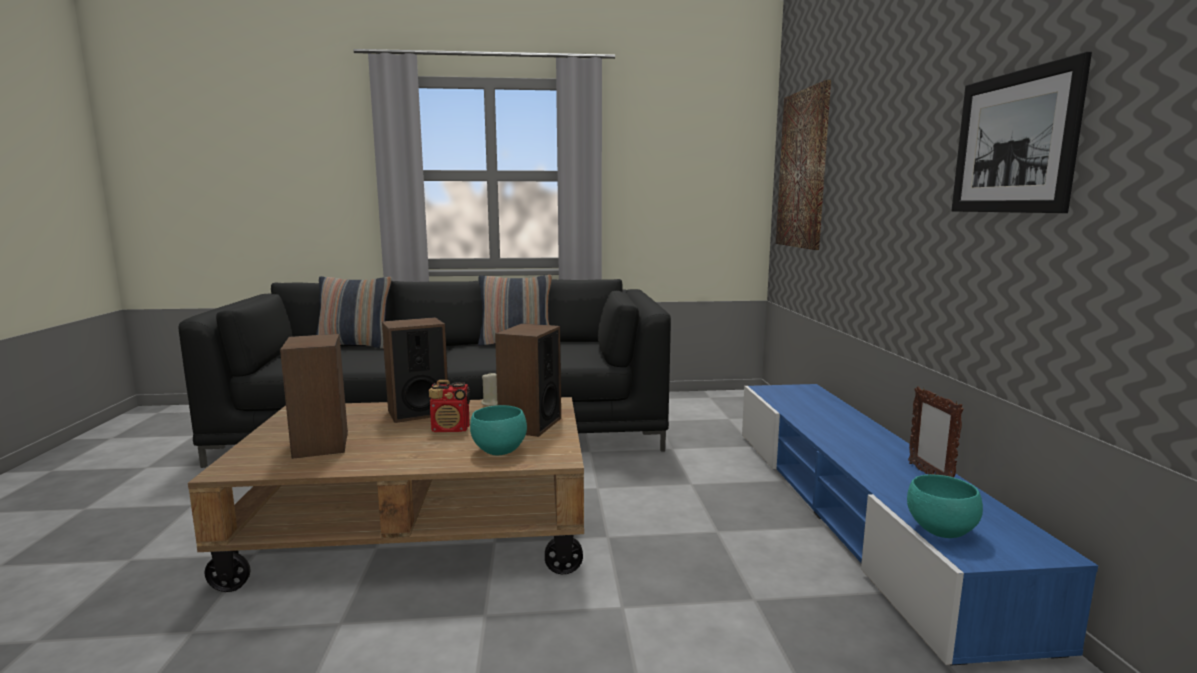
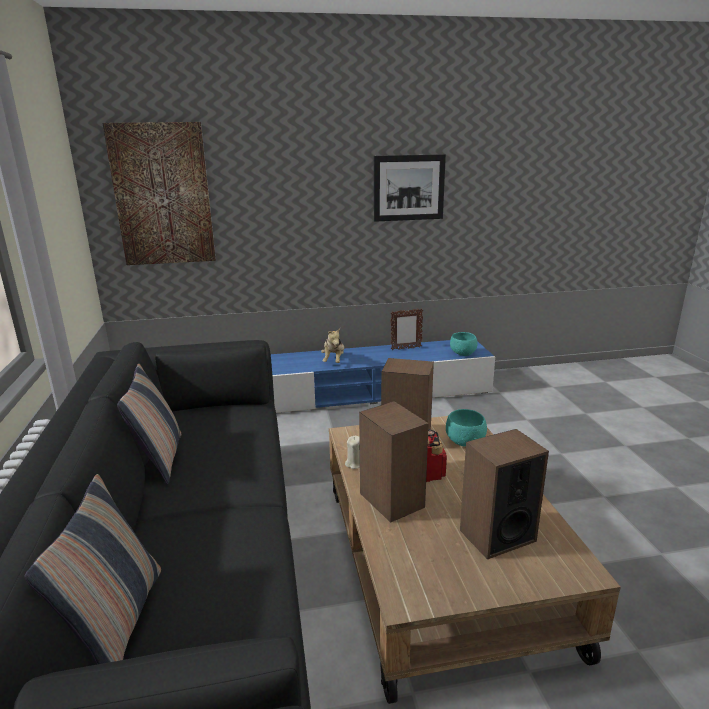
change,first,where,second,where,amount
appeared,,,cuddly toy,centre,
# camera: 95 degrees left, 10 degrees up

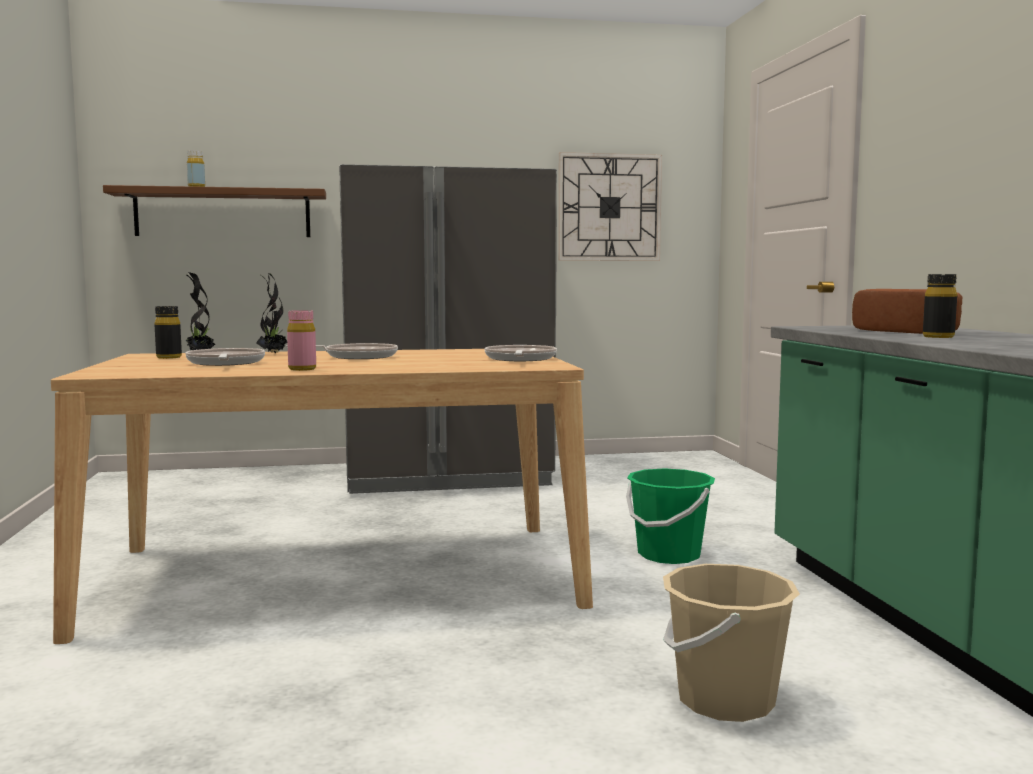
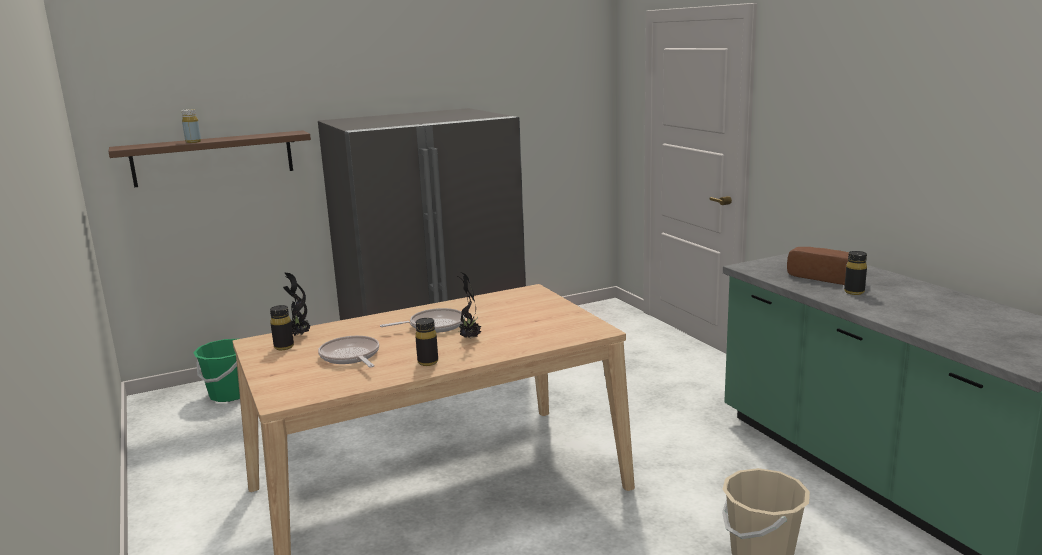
change,first,where,second,where,amount
relocated,plant in a pot (no. 2 from left),middle left,,centre,
colour,drink bottle (pink),middle left,drink bottle (black-coloured) (no. 2 from left),centre,
missing,skillet (no. 3 from left),centre,,,
missing,hanging clock,top centre,,,
relocated,pail (green-coloured),bottom centre,,bottom left,
# camera: 15 degrees left, 10 degrees up

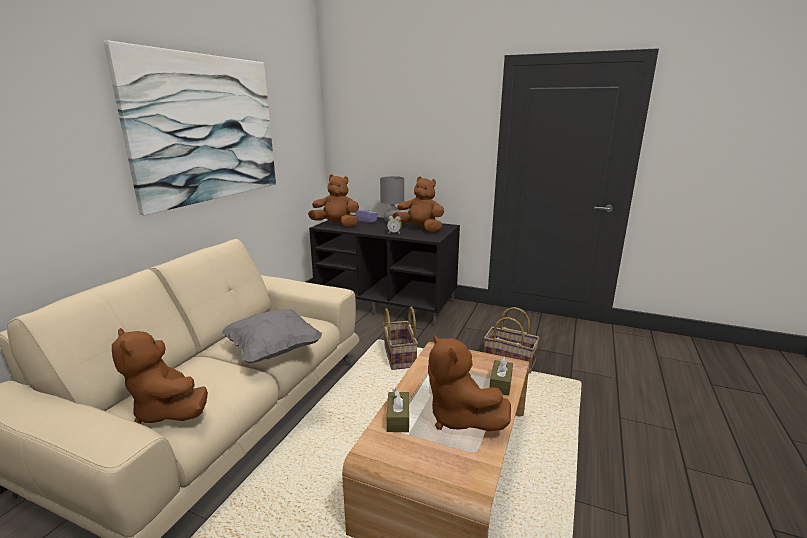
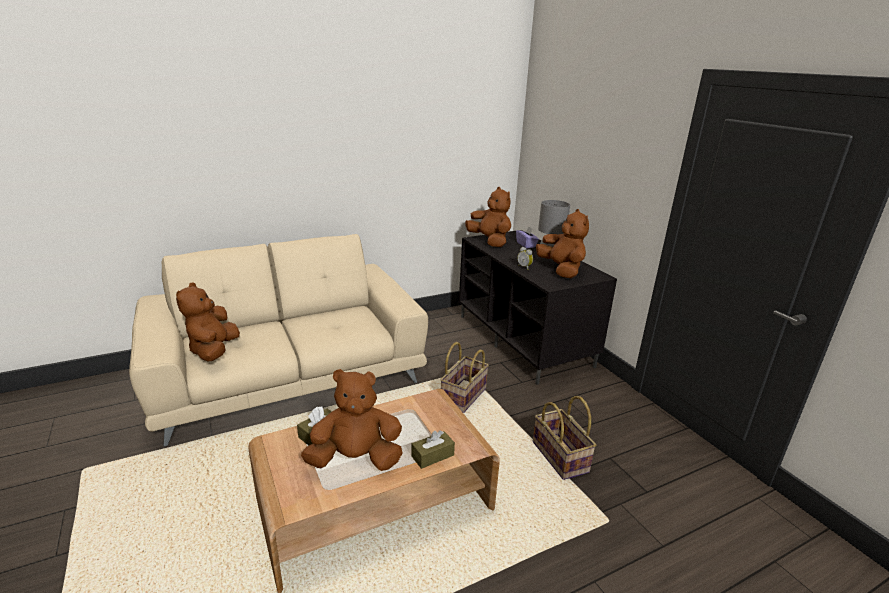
change,first,where,second,where,amount
missing,wall art,top left,,,
missing,throw pillow (gray),centre,,,
spun,cuddly toy (brown) (no. 4 from left in the first image),bottom centre,cuddly toy (brown) (no. 2 from left),bottom centre,75 degrees clockwise
# camera: 40 degrees right, 5 degrees up

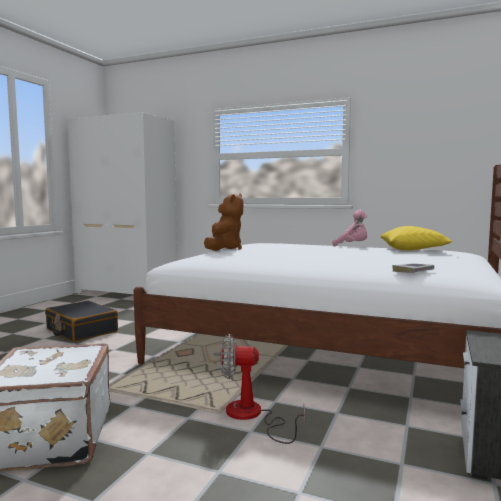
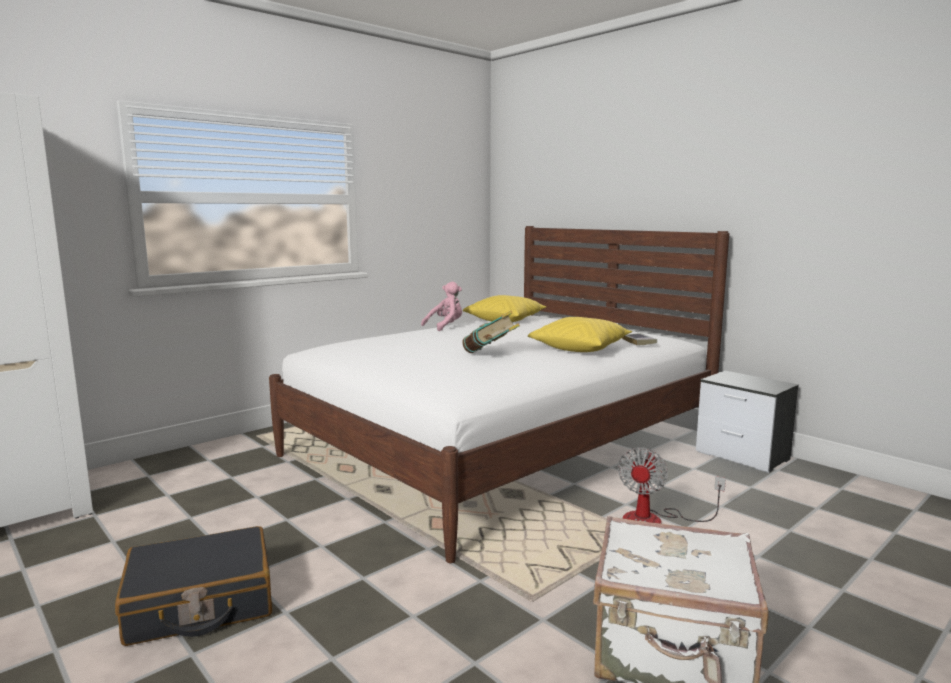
change,first,where,second,where,amount
missing,cuddly toy (brown),centre,,,
appeared,,,volume (no. 1 from left),centre,
appeared,,,throw pillow (yellow) (no. 2 from left),centre,
# camera: 65 degrees left, 5 degrees up

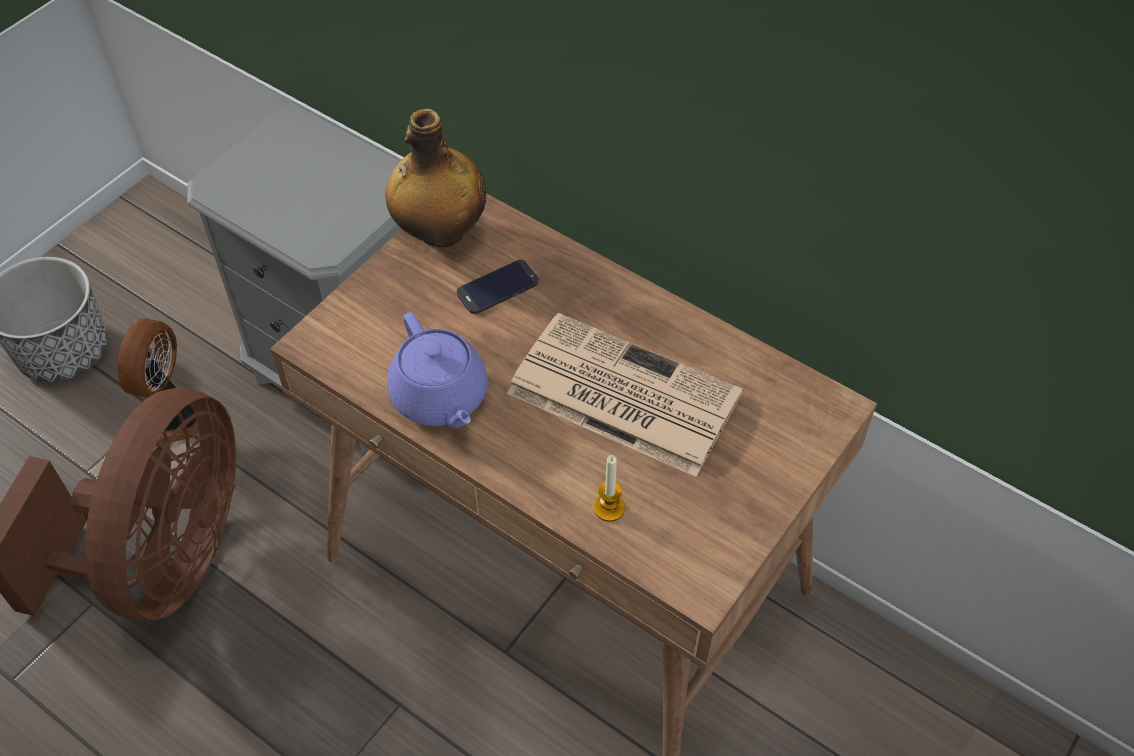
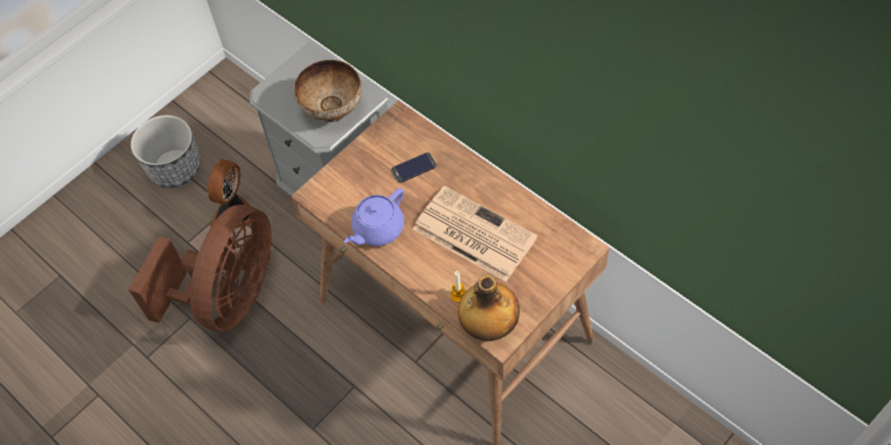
change,first,where,second,where,amount
relocated,drink bottle,top centre,,bottom centre,
spun,tea pot (purple-coloured),centre,,centre,60 degrees clockwise
appeared,,,serving bowl,top centre,
# camera: 10 degrees right, 5 degrees up

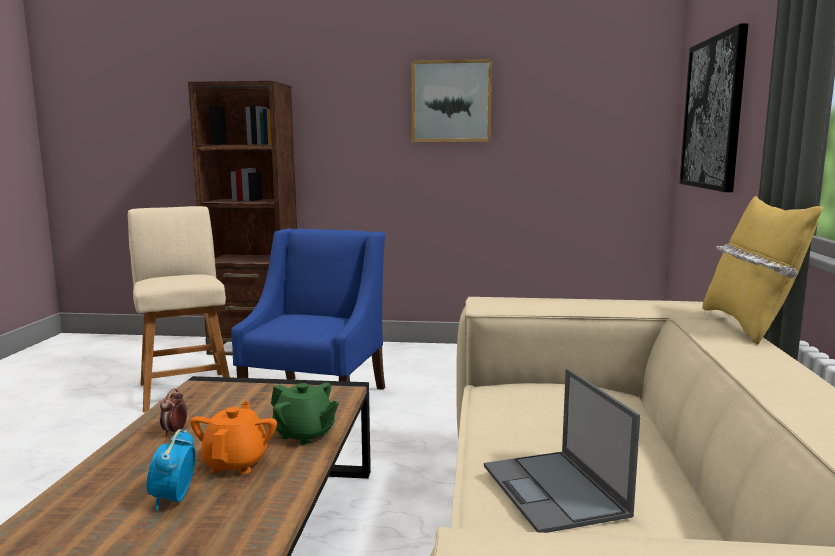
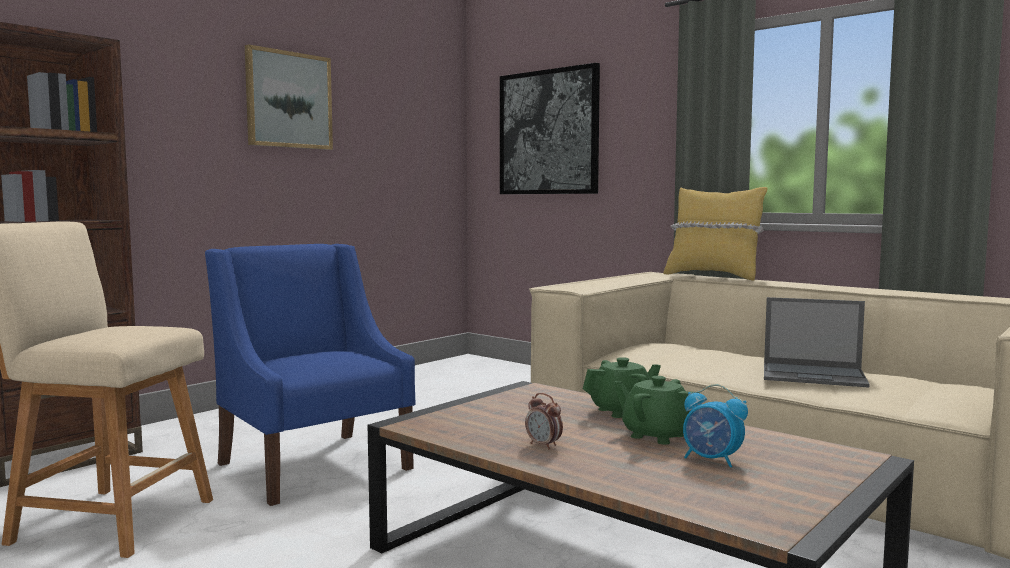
change,first,where,second,where,amount
colour,tea pot (orange),bottom left,tea pot (green-coloured) (no. 2 from left),bottom centre,
# camera: 55 degrees left, 5 degrees down

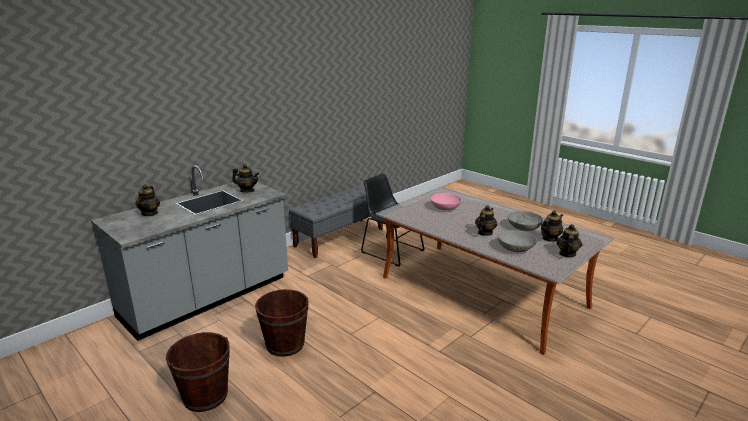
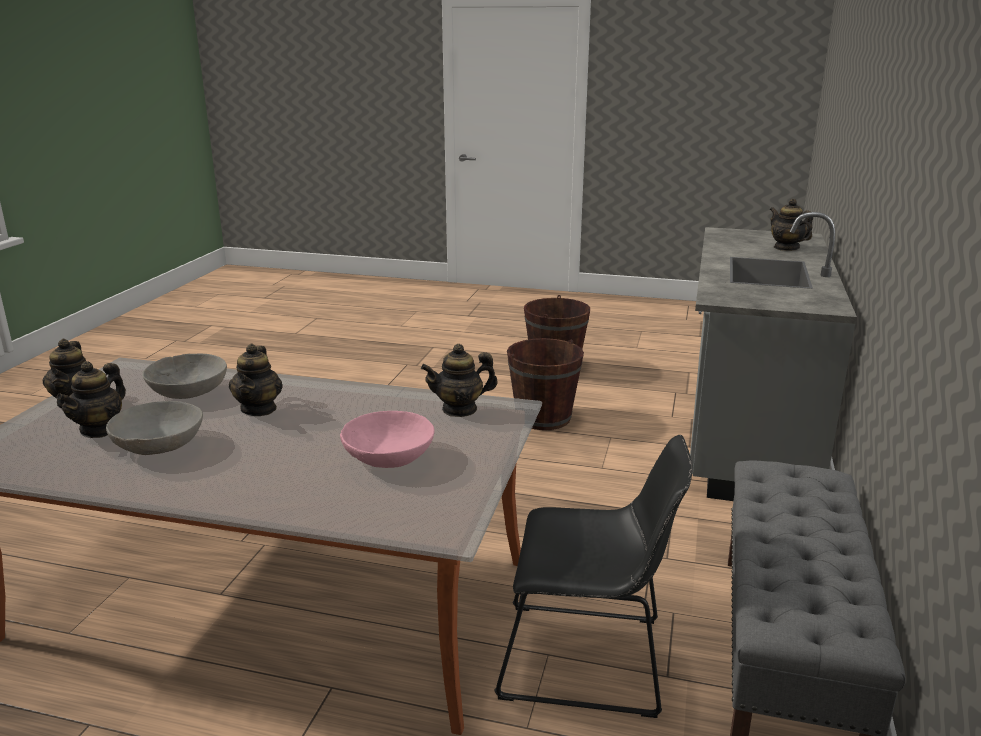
change,first,where,second,where,amount
relocated,tea pot (no. 2 from left in the first image),middle left,tea pot (no. 4 from left),centre,
# camera: 150 degrees right, 0 degrees up

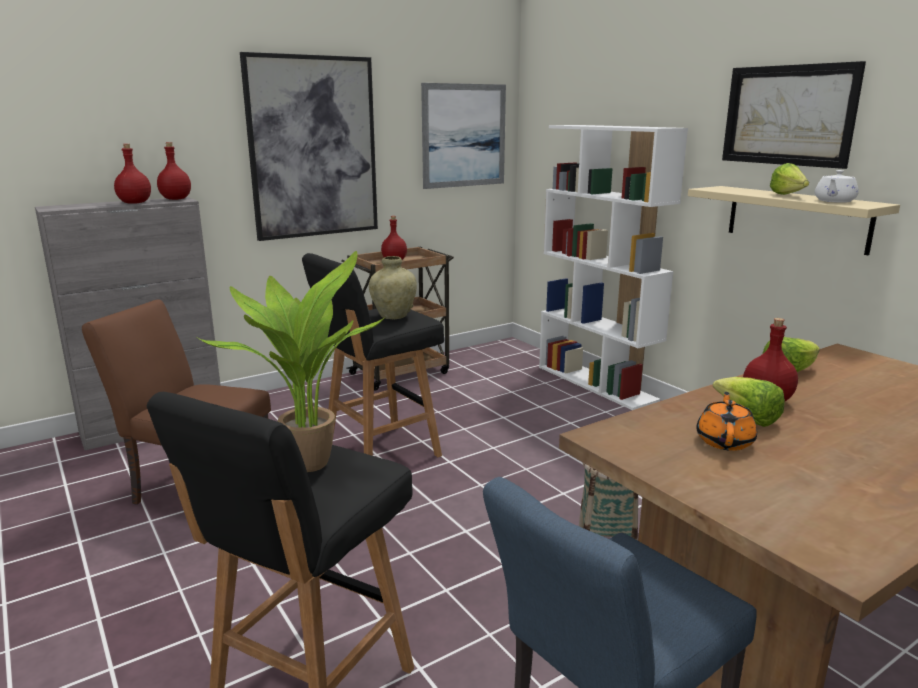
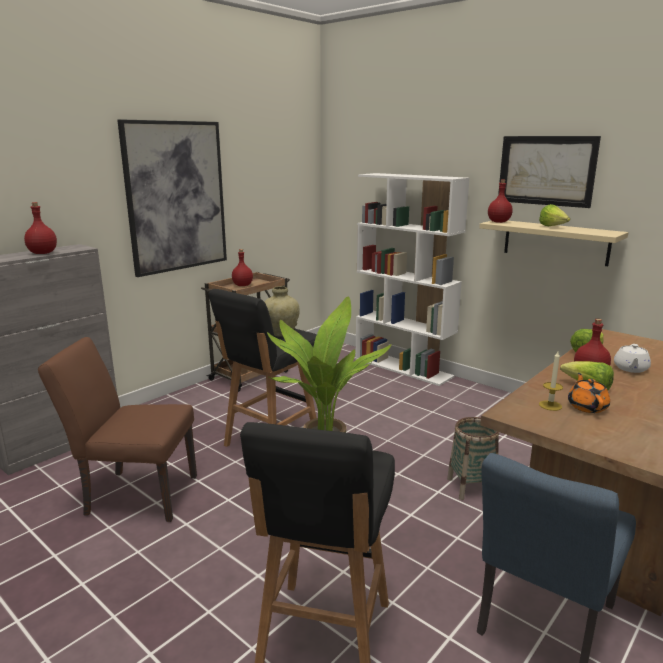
change,first,where,second,where,amount
relocated,drink bottle (red-coloured) (no. 2 from left in the first image),top left,drink bottle (red-coloured) (no. 3 from left),top right,
missing,wall art (no. 2 from left),top centre,,,
relocated,tea pot (white-coloured),top right,,middle right,
appeared,,,wax light,middle right,
# camera: 15 degrees left, 0 degrees up

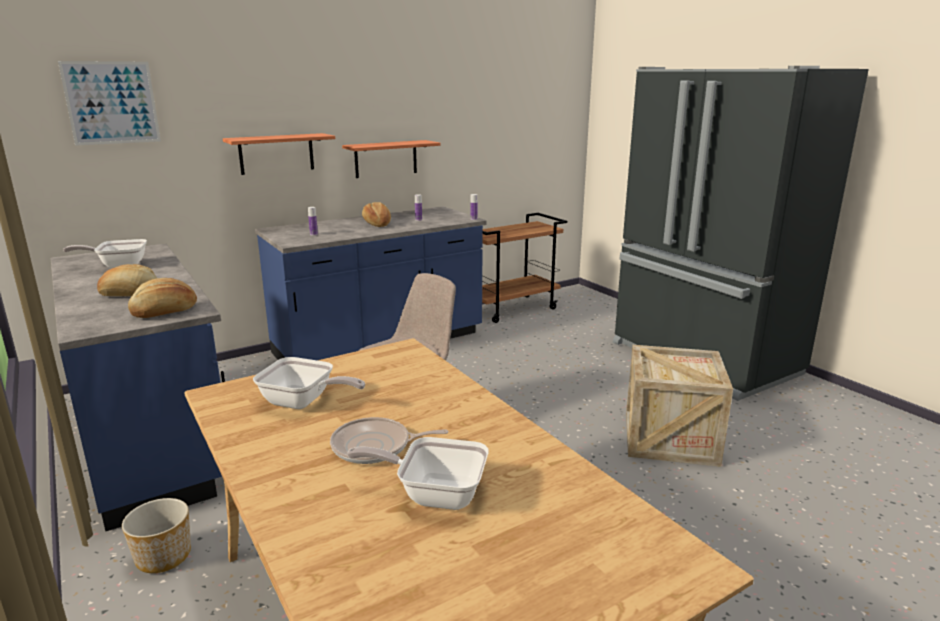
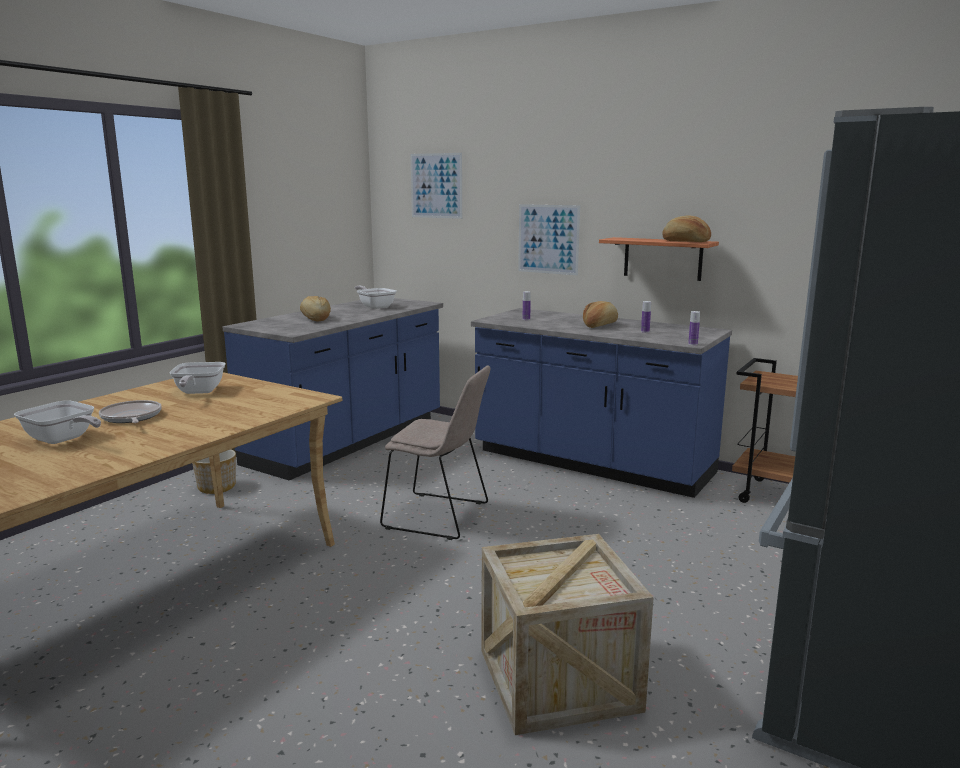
change,first,where,second,where,amount
relocated,bread (no. 2 from left in the first image),middle left,bread (no. 3 from left),top right,
exchanged,wall shelf (no. 1 from left),top left,wall art (no. 2 from left),top centre,
spun,skillet (no. 4 from left in the first image),bottom centre,skillet (no. 1 from left),middle left,135 degrees clockwise
# camera: 65 degrees right, 5 degrees down

